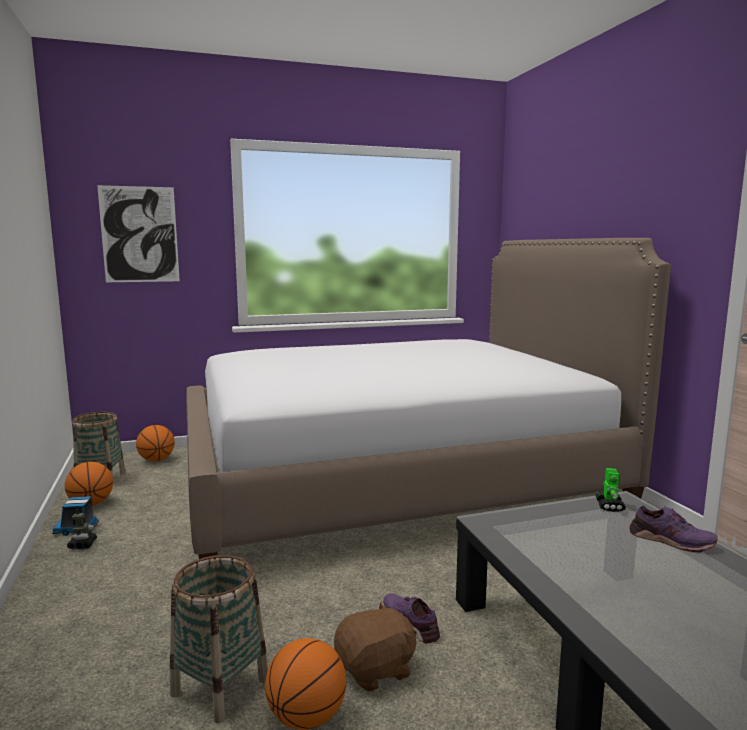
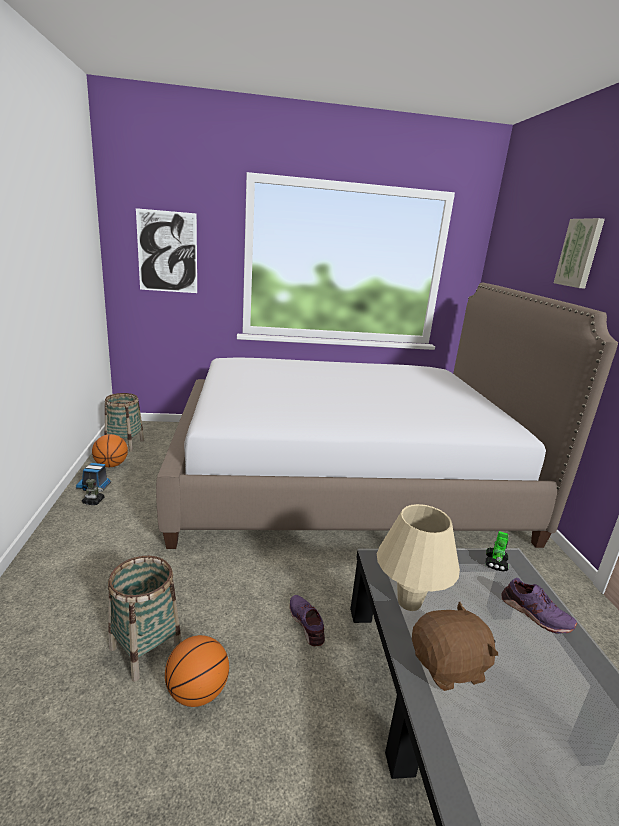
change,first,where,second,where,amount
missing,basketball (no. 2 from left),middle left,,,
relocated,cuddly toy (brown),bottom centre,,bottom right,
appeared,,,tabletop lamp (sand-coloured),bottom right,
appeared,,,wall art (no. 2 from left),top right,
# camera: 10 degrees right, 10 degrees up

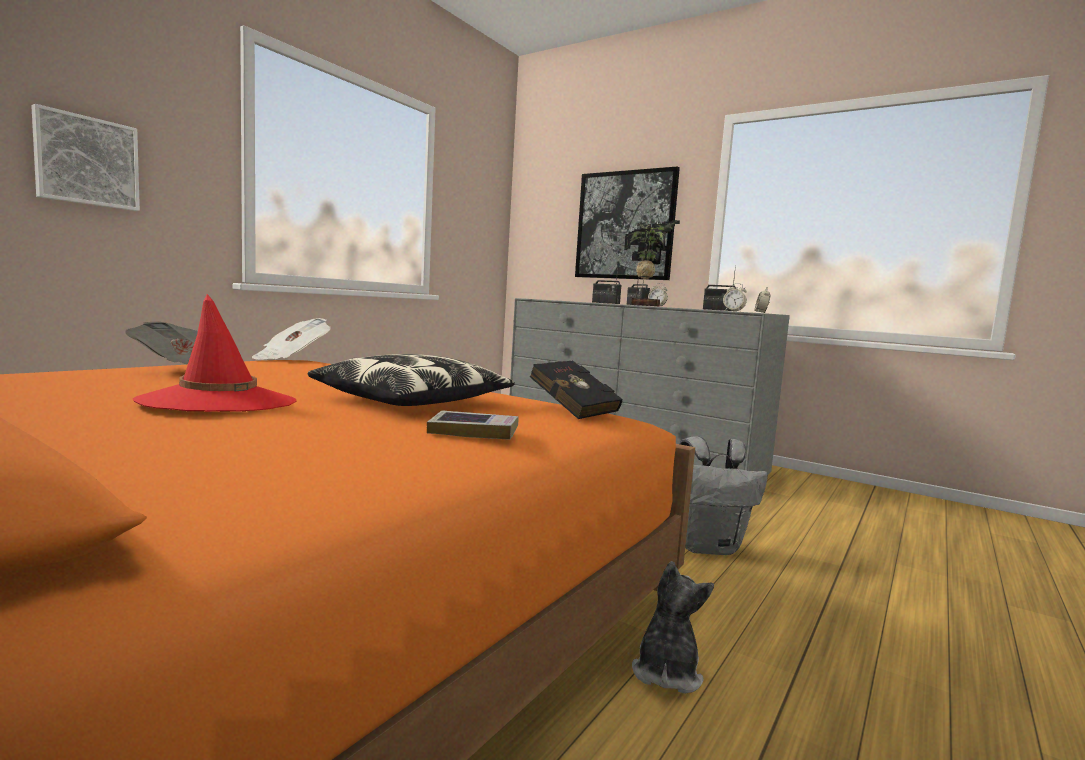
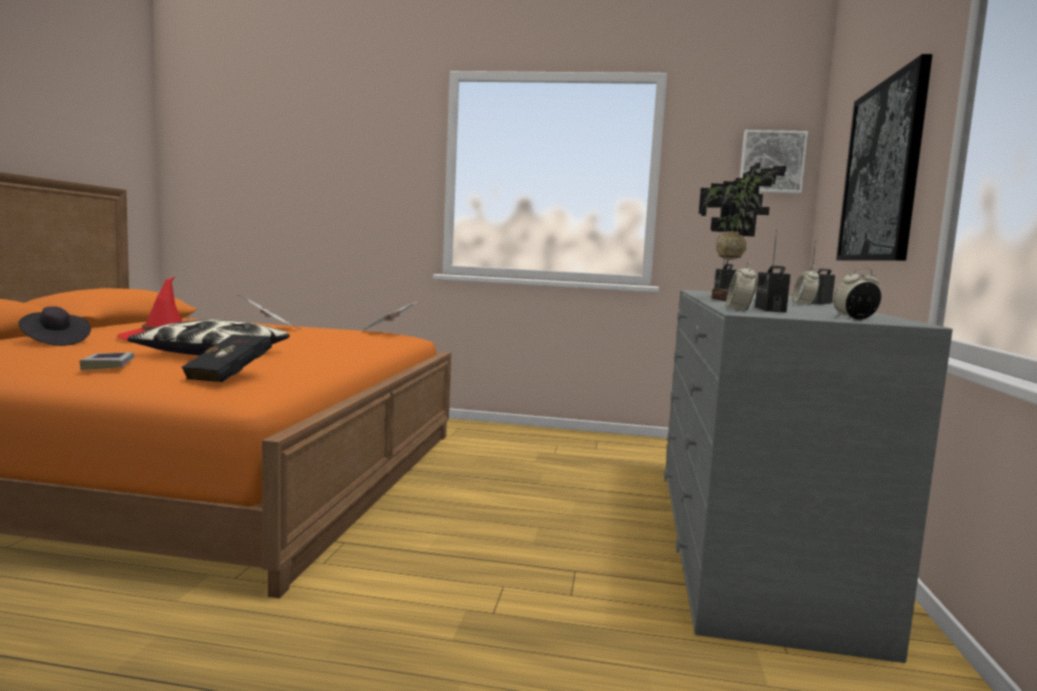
change,first,where,second,where,amount
relocated,wall art (no. 1 from left),top left,,top right,
missing,cuddly toy,bottom centre,,,
missing,knapsack (gray),centre,,,
appeared,,,hat (black-coloured),middle left,
# camera: 65 degrees right, 0 degrees up

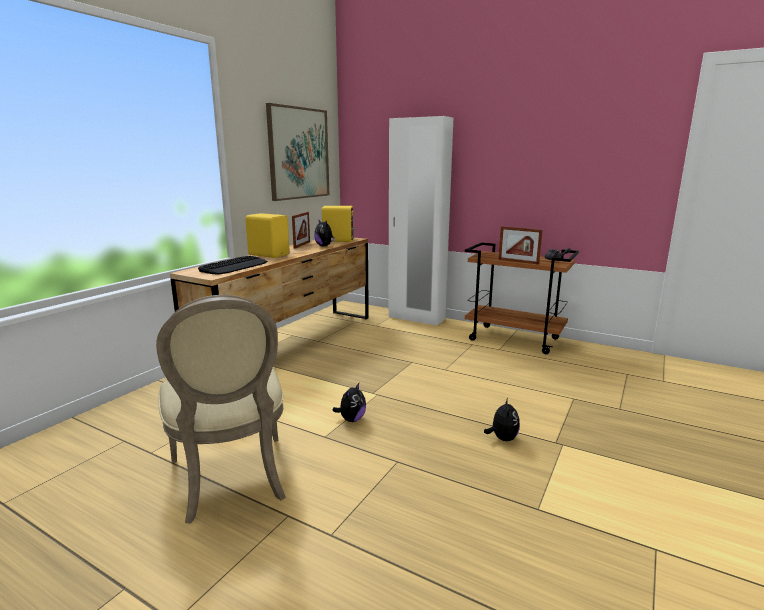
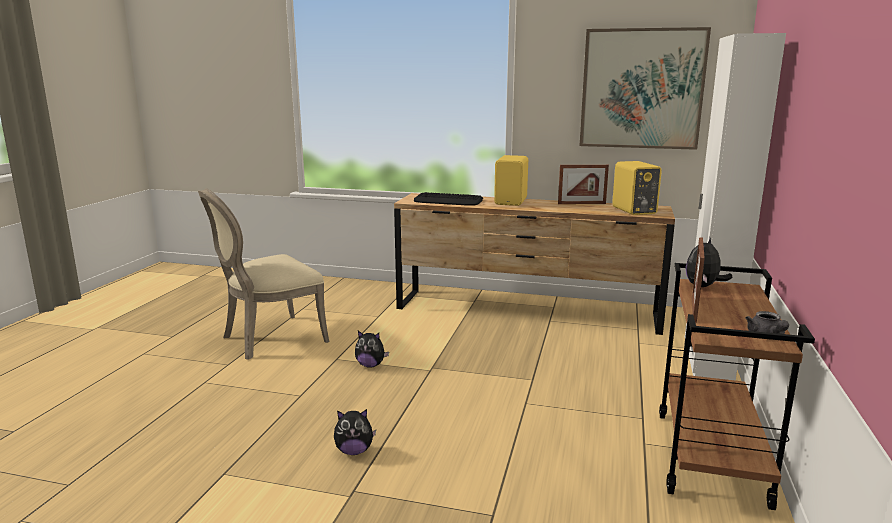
change,first,where,second,where,amount
relocated,cuddly toy (no. 1 from left in the first image),centre,cuddly toy (no. 3 from left),middle right,
# camera: 75 degrees right, 0 degrees up

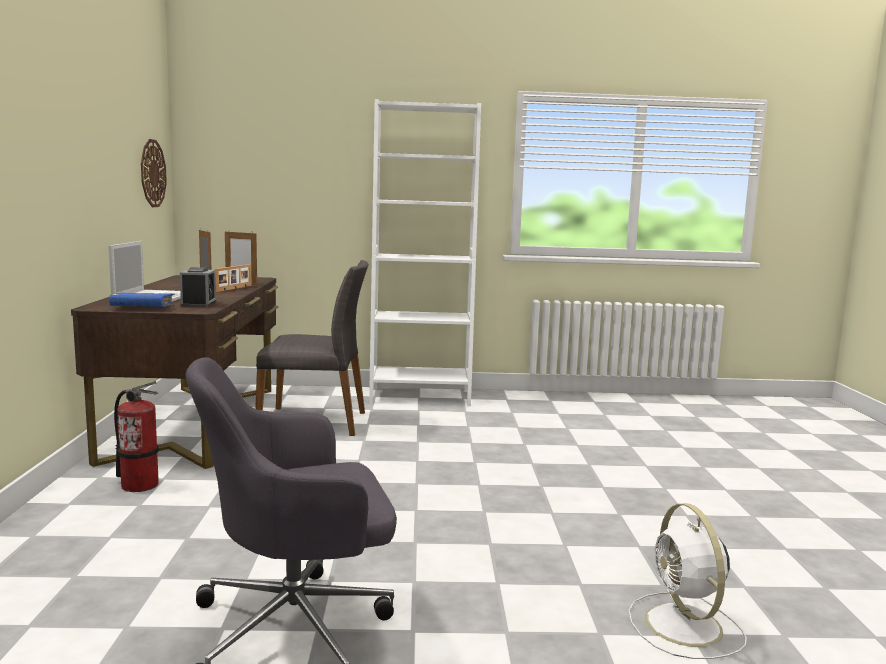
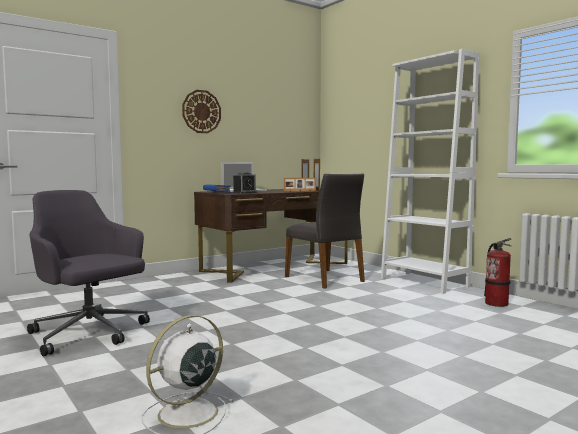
change,first,where,second,where,amount
relocated,extinguisher,middle left,,middle right,
relocated,hanging clock,top left,,top centre,
# camera: 55 degrees right, 5 degrees down

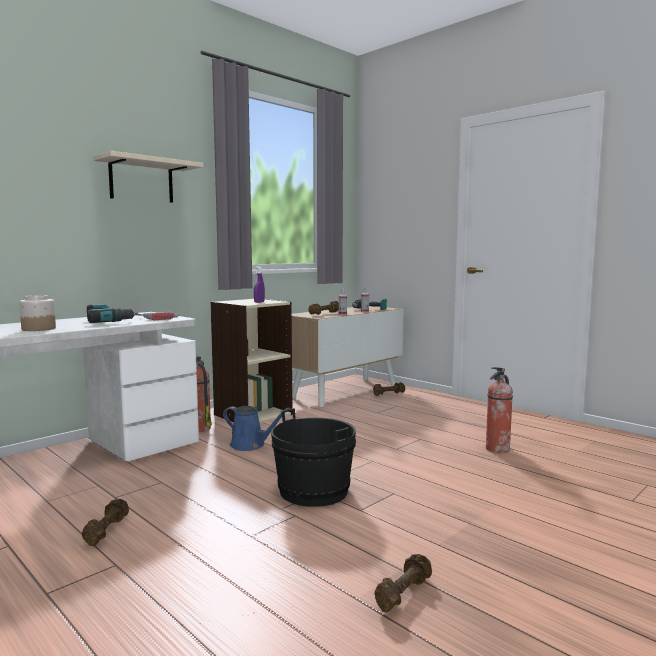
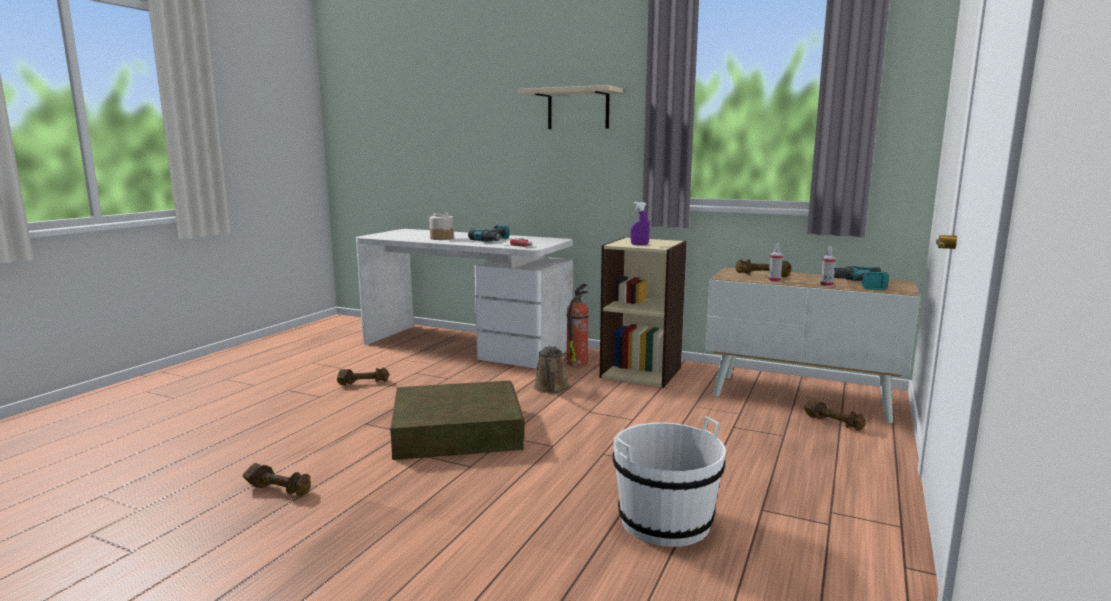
change,first,where,second,where,amount
colour,watering pot (blue),centre,watering pot (brown),centre,
exchanged,pail (black-coloured),bottom centre,storage container (brown),bottom centre,
exchanged,extinguisher (no. 2 from left),middle right,pail (white-coloured),bottom centre,
# camera: 70 degrees right, 5 degrees up

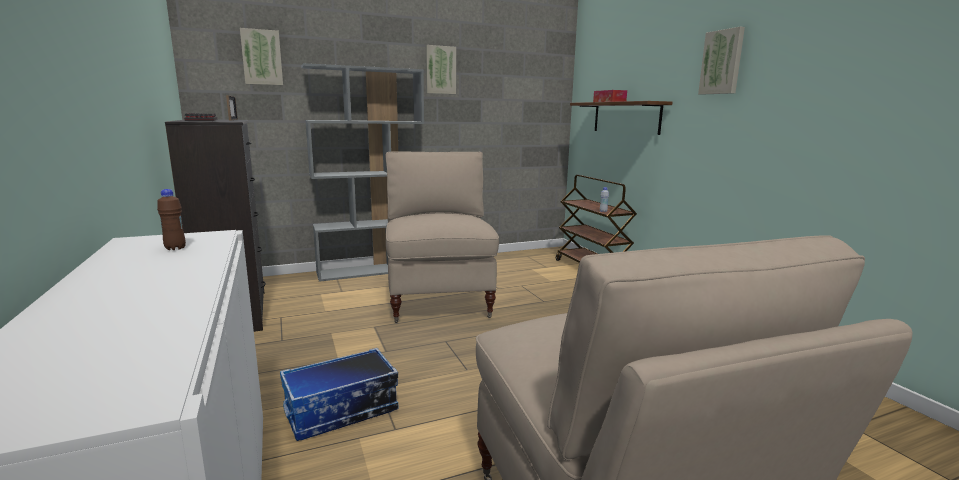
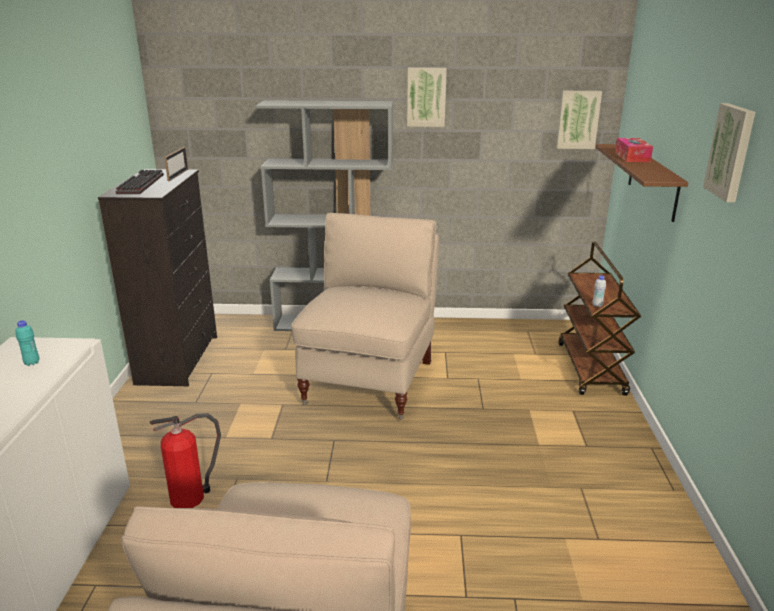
change,first,where,second,where,amount
colour,drink bottle (brown),middle left,drink bottle (turquoise-coloured),middle left,
relocated,wall art (no. 1 from left in the first image),top left,wall art (no. 2 from left),top right,
exchanged,storage container,bottom centre,extinguisher,bottom left,
# camera: 25 degrees right, 10 degrees up

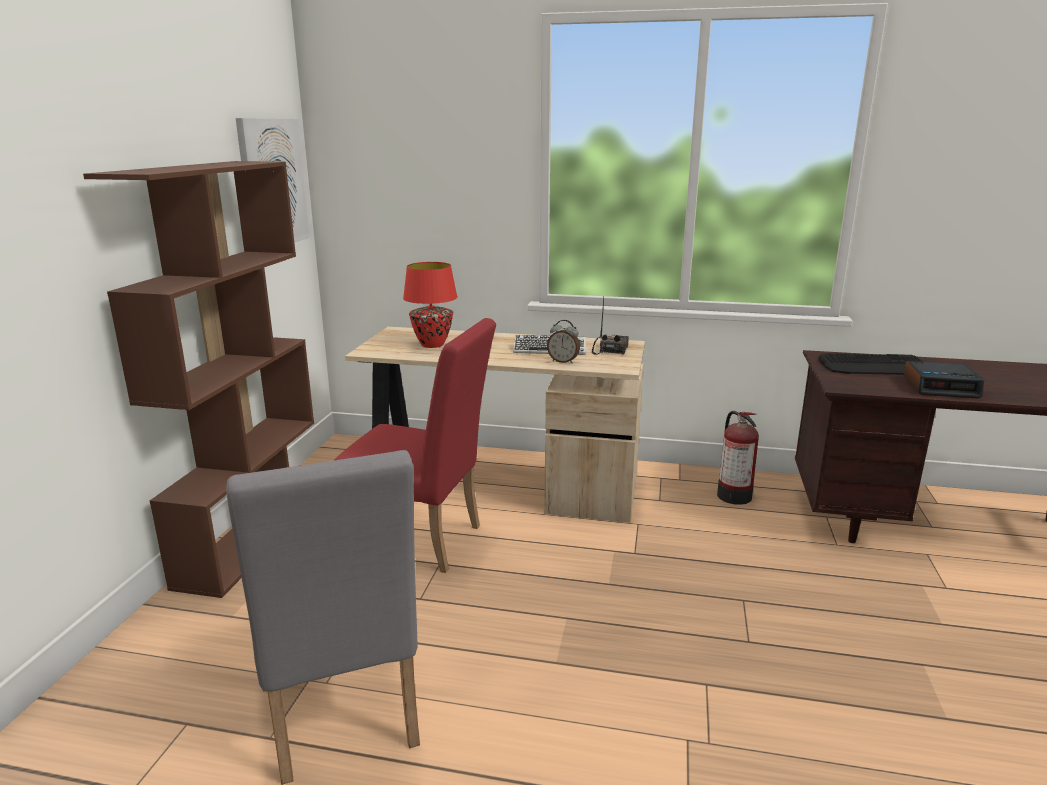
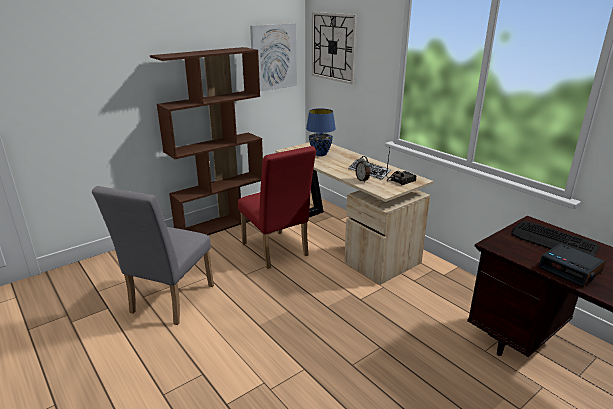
change,first,where,second,where,amount
colour,tabletop lamp (red-coloured),centre,tabletop lamp (blue),top centre,
missing,extinguisher,middle right,,,
appeared,,,hanging clock,top centre,
# camera: 40 degrees right, 5 degrees up

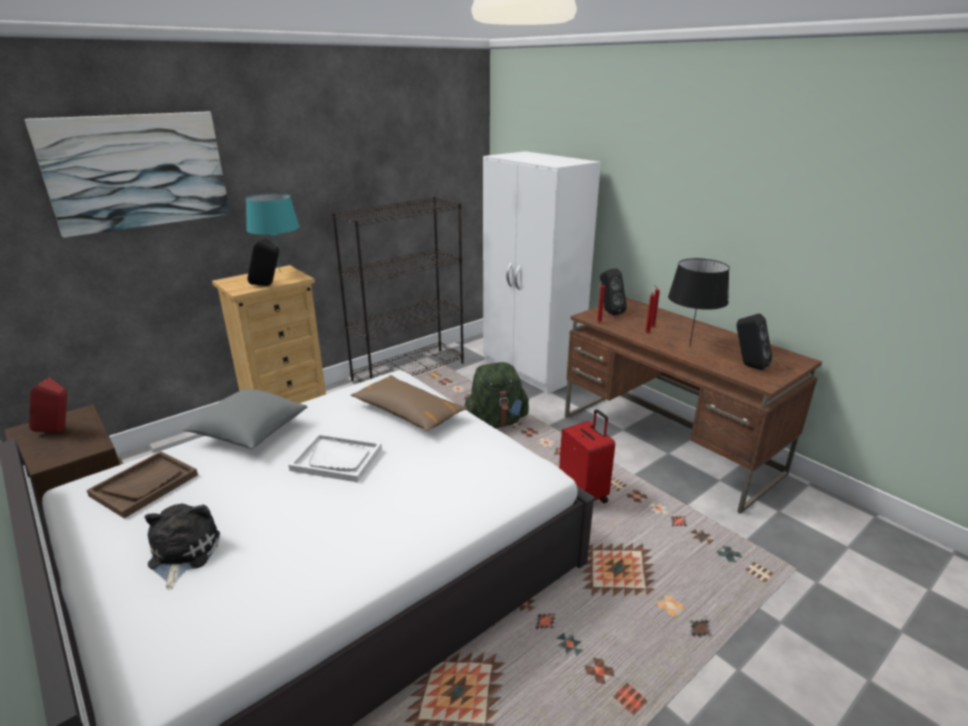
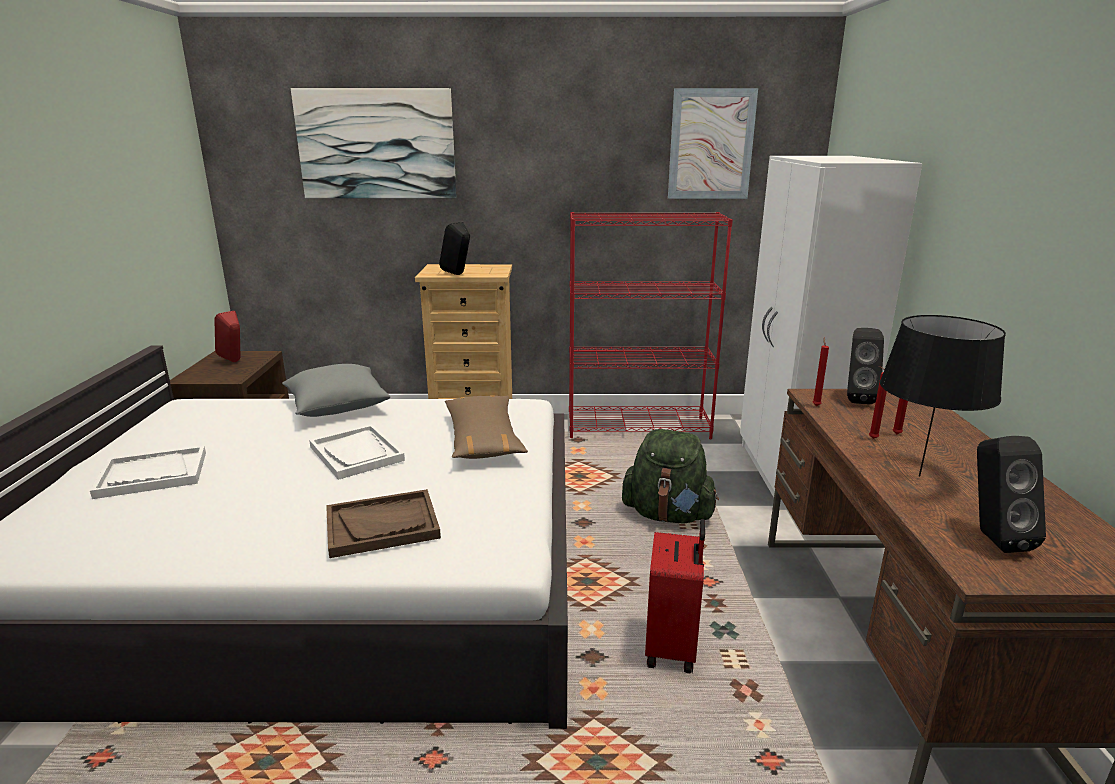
change,first,where,second,where,amount
relocated,carrying tray (brown),bottom left,,bottom centre,
exchanged,cuddly toy,bottom left,carrying tray (white-coloured) (no. 1 from left),middle left,
missing,tabletop lamp (turquoise-coloured),top left,,,
colour,shelving unit (black-coloured),centre,shelving unit (red-coloured),centre,
appeared,,,wall art (no. 2 from left),top centre,
# camera: 40 degrees right, 5 degrees down

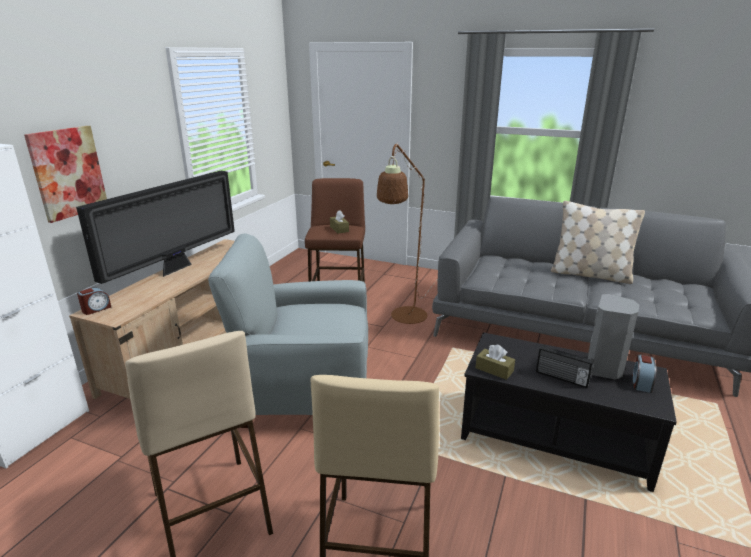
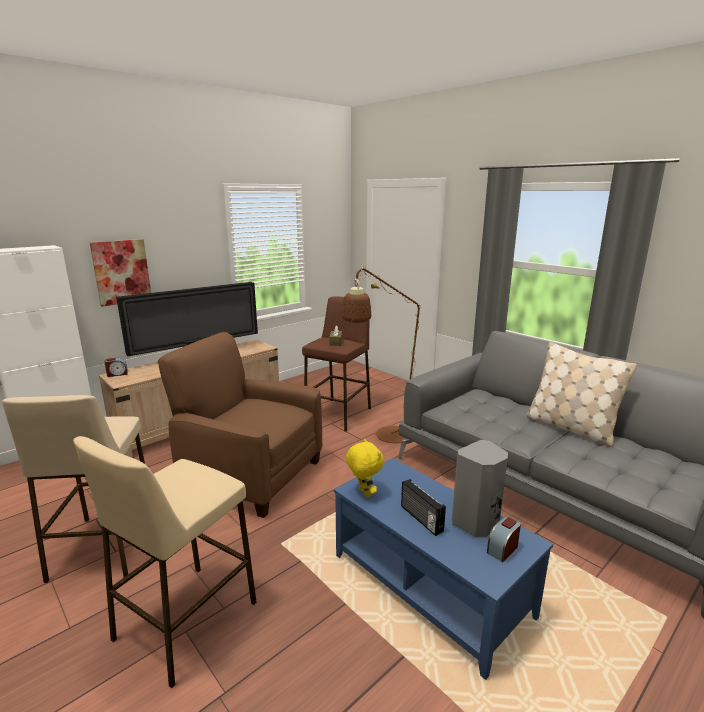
change,first,where,second,where,amount
colour,easy chair (gray),centre,easy chair (brown),centre,
colour,low table (black-coloured),bottom right,low table (blue),bottom centre,
exchanged,tissue holder (brown) (no. 2 from left),centre,cuddly toy (yellow),centre,
# camera: 25 degrees right, 5 degrees down

